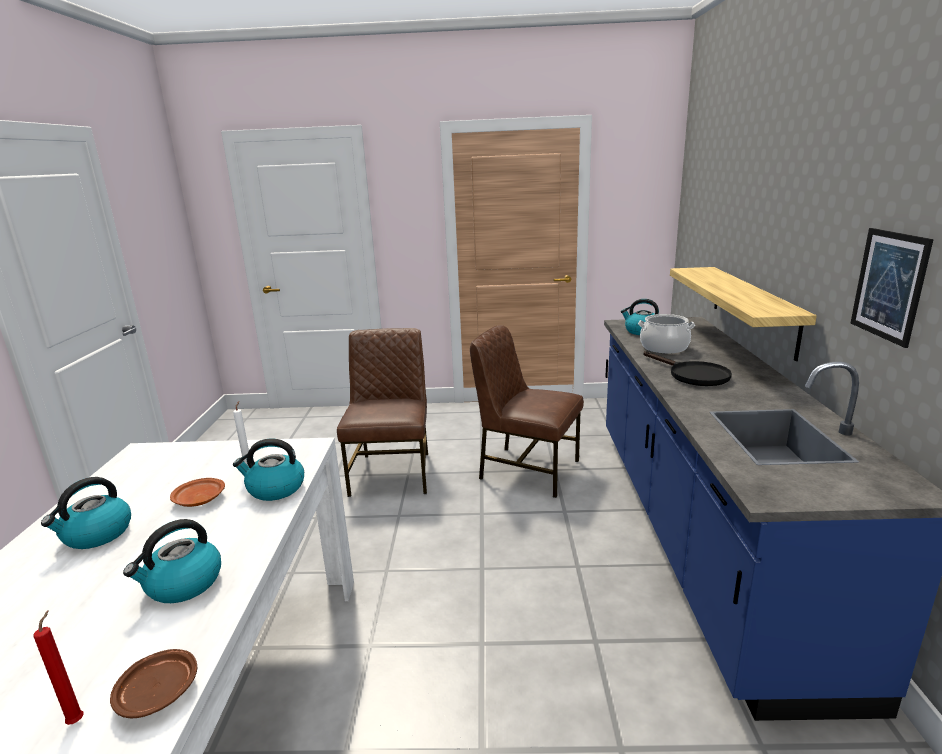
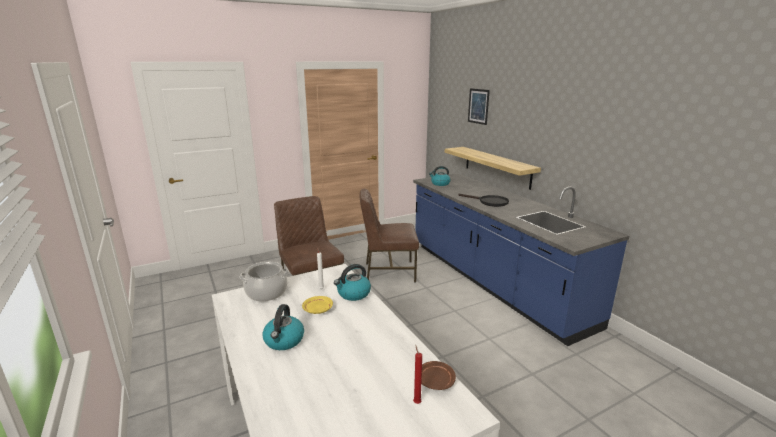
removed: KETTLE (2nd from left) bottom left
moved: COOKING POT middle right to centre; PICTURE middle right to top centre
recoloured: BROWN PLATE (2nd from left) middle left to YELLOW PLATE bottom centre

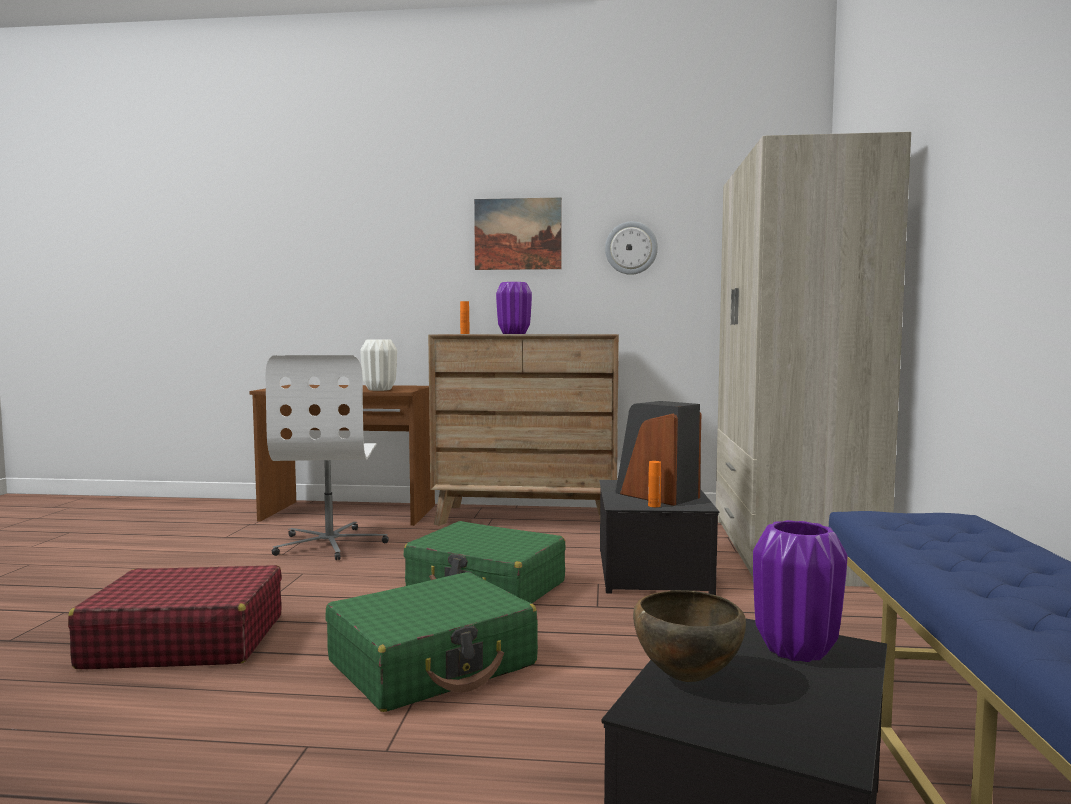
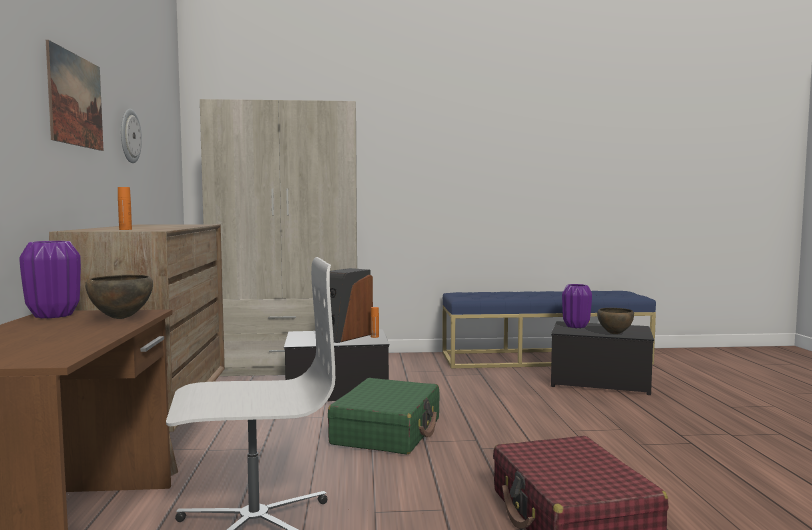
removed: GREEN SUITCASE (1st from left) bottom centre
moved: PURPLE VASE (1st from left) centre to middle left
replaced: WHITE VASE centre to BROWN BOWL (1st from left) middle left

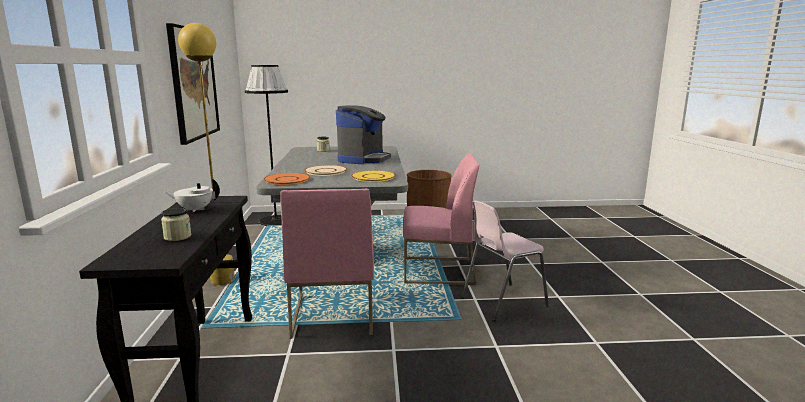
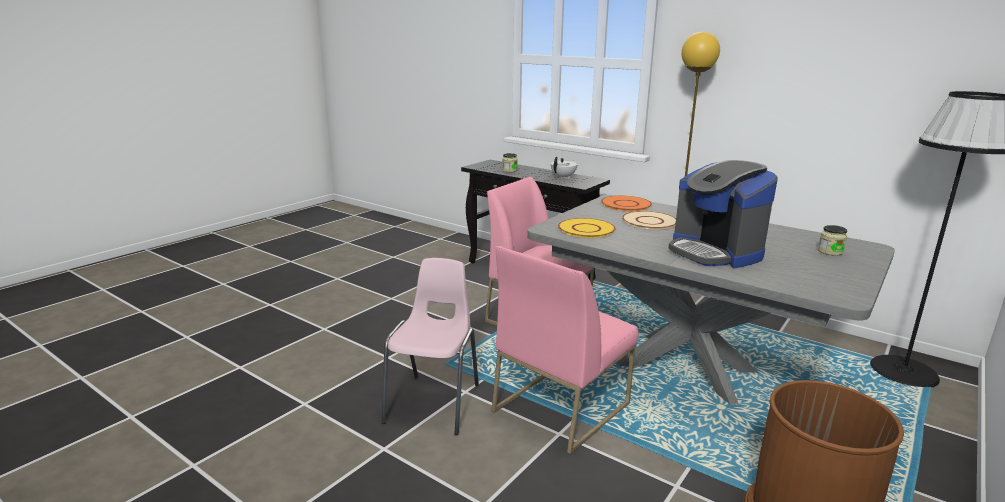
removed: PICTURE top left

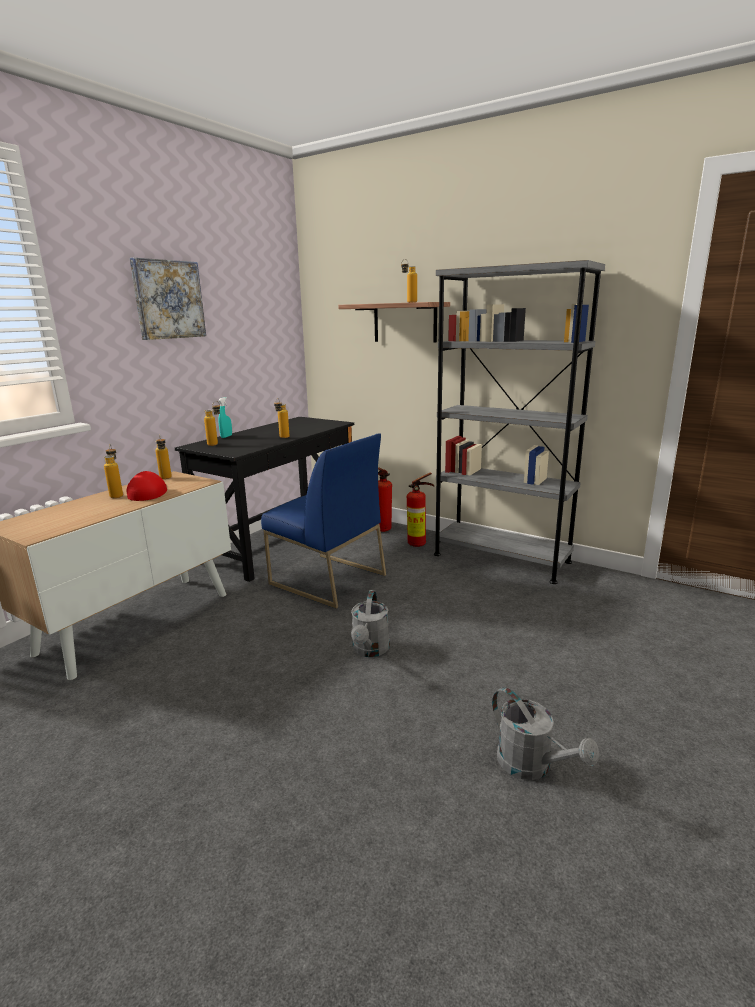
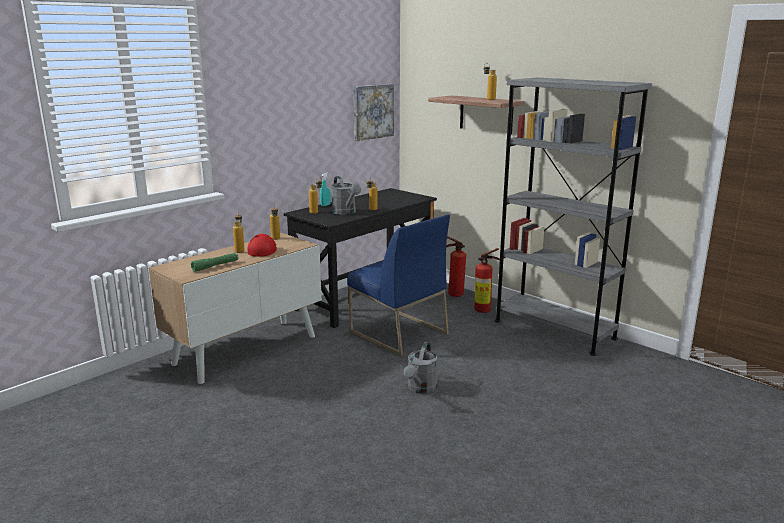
added: GREEN FLASHLIGHT middle left
moved: GREY WATERING CAN (2nd from left in the first image) bottom right to GREY WATERING CAN (1st from left) centre; PICTURE top left to top centre

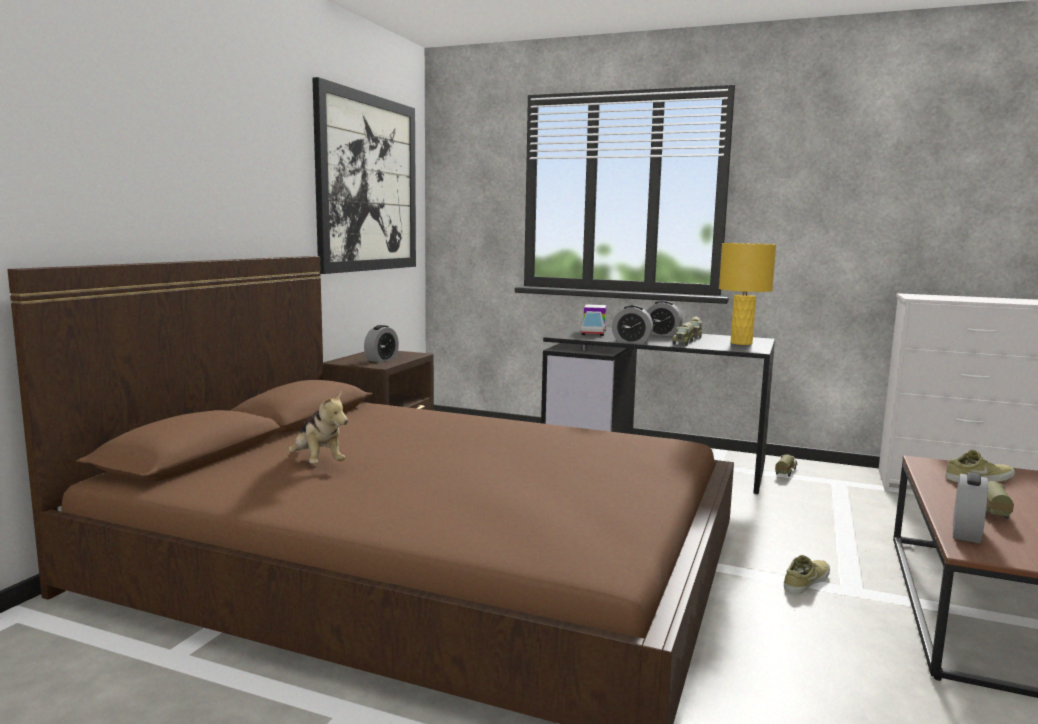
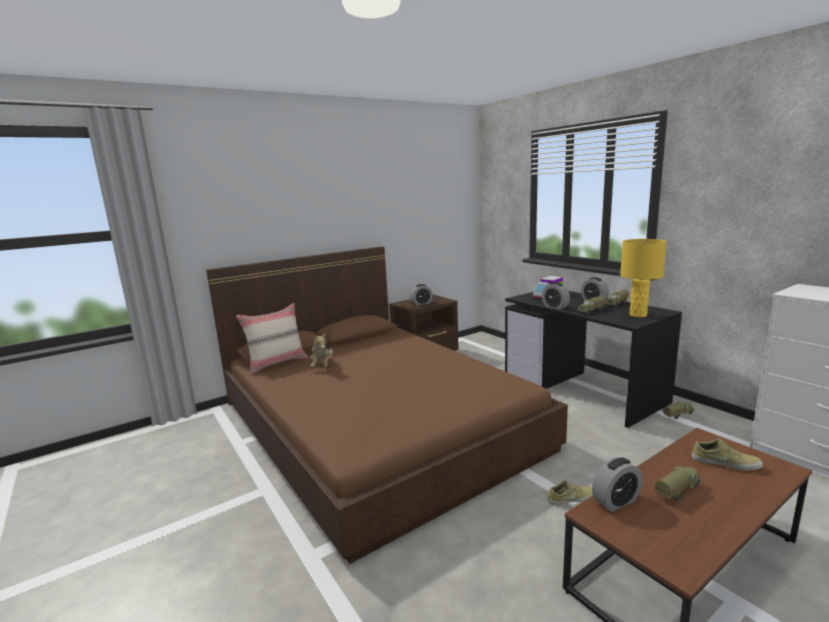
removed: PICTURE top centre
added: BEIGE PILLOW middle left

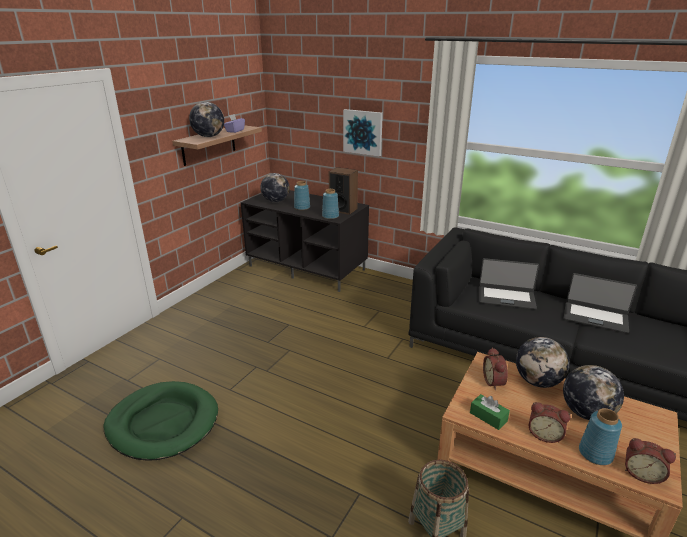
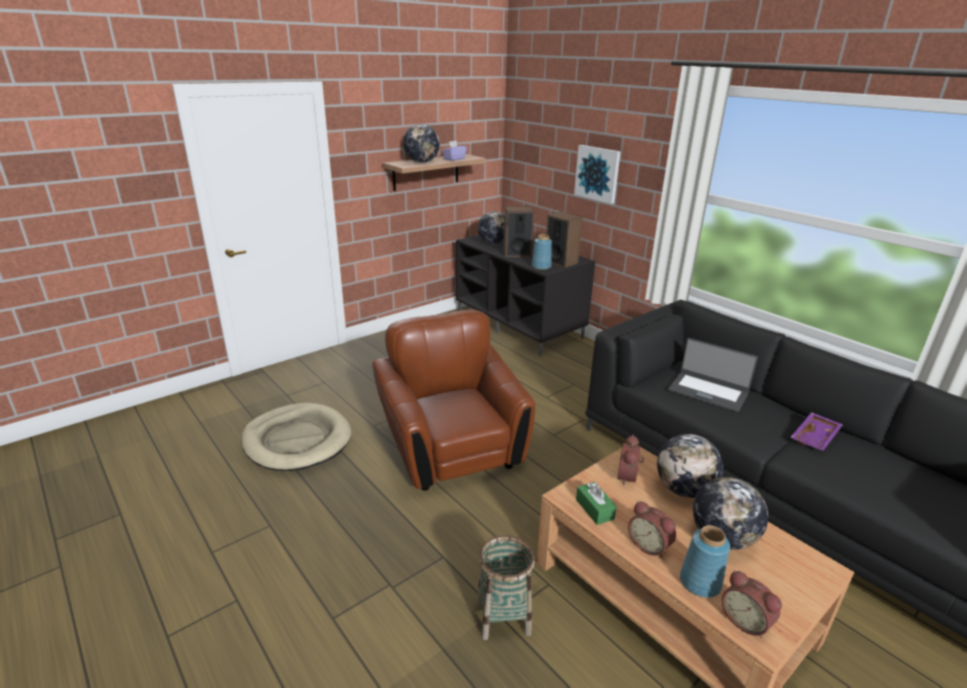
added: BROWN ARMCHAIR centre
replaced: BLUE VASE (1st from left) centre to SPEAKER (1st from left) centre; LAPTOP (2nd from left) middle right to PURPLE TRAY middle right
recoloured: GREEN DOG BED bottom left to BEIGE DOG BED middle left

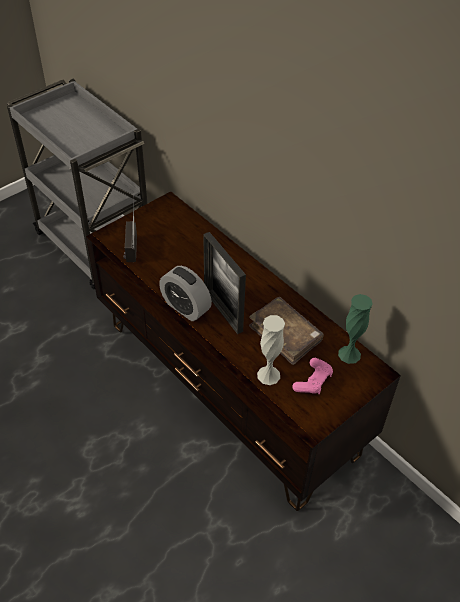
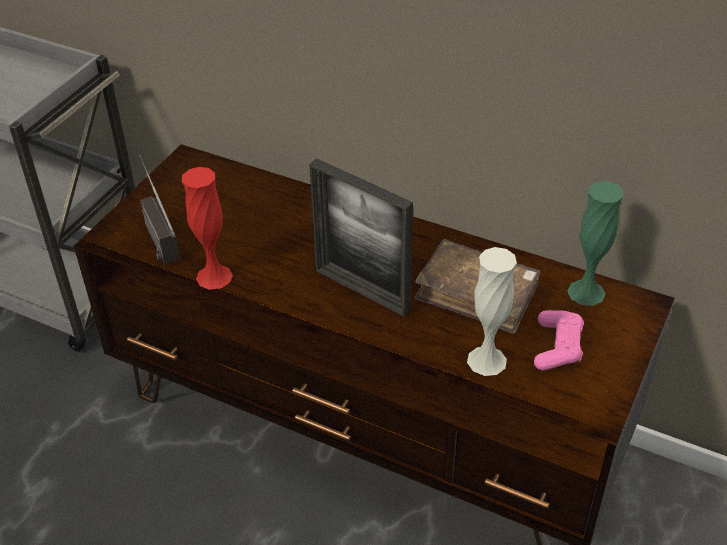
removed: ALARM CLOCK centre
added: RED VASE middle left

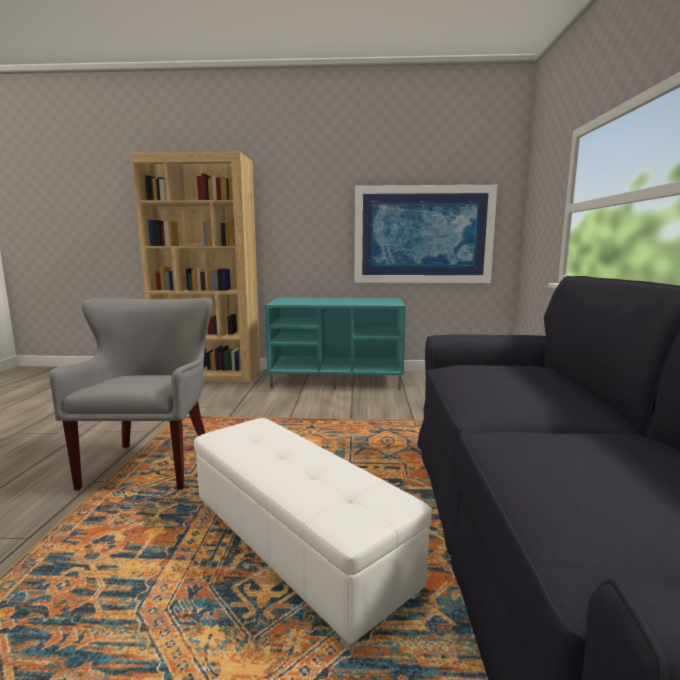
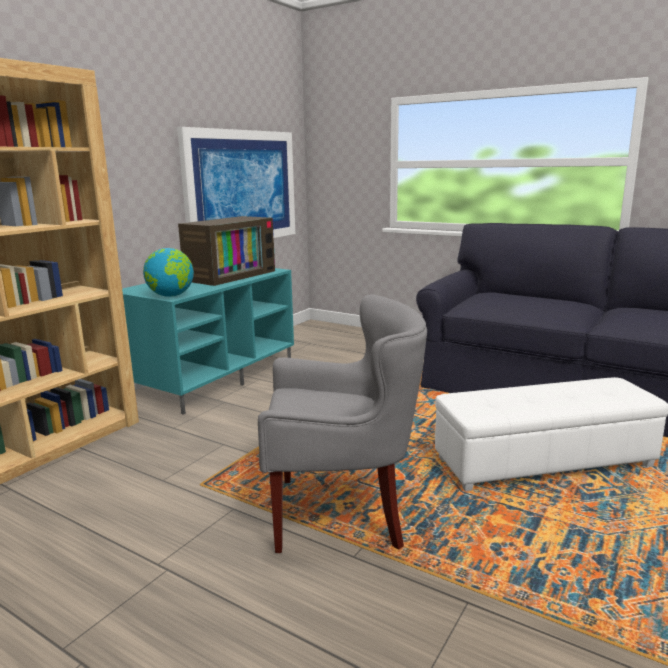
added: GLOBE middle left; TELEVISION centre
turned: GREY ARMCHAIR middle left = centre 150 degrees clockwise

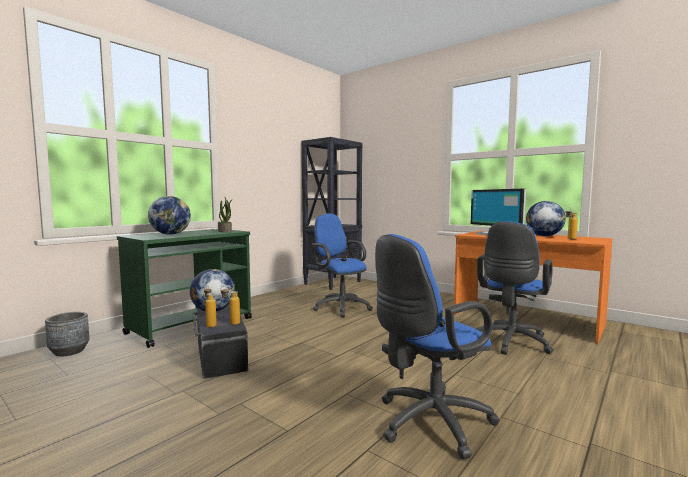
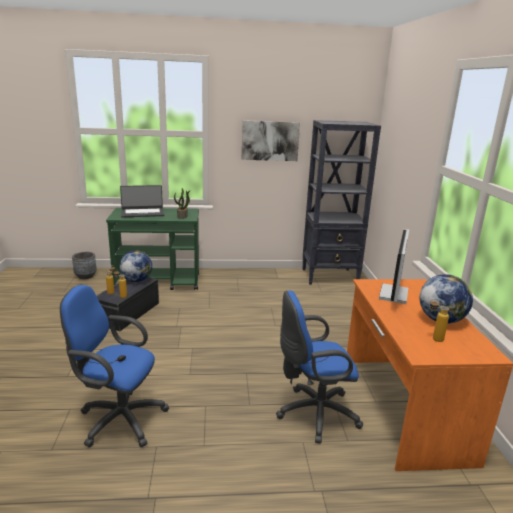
removed: BLUE OFFICE CHAIR (1st from left) centre
added: PICTURE top centre
replaced: GLOBE (1st from left) middle left to LAPTOP middle left

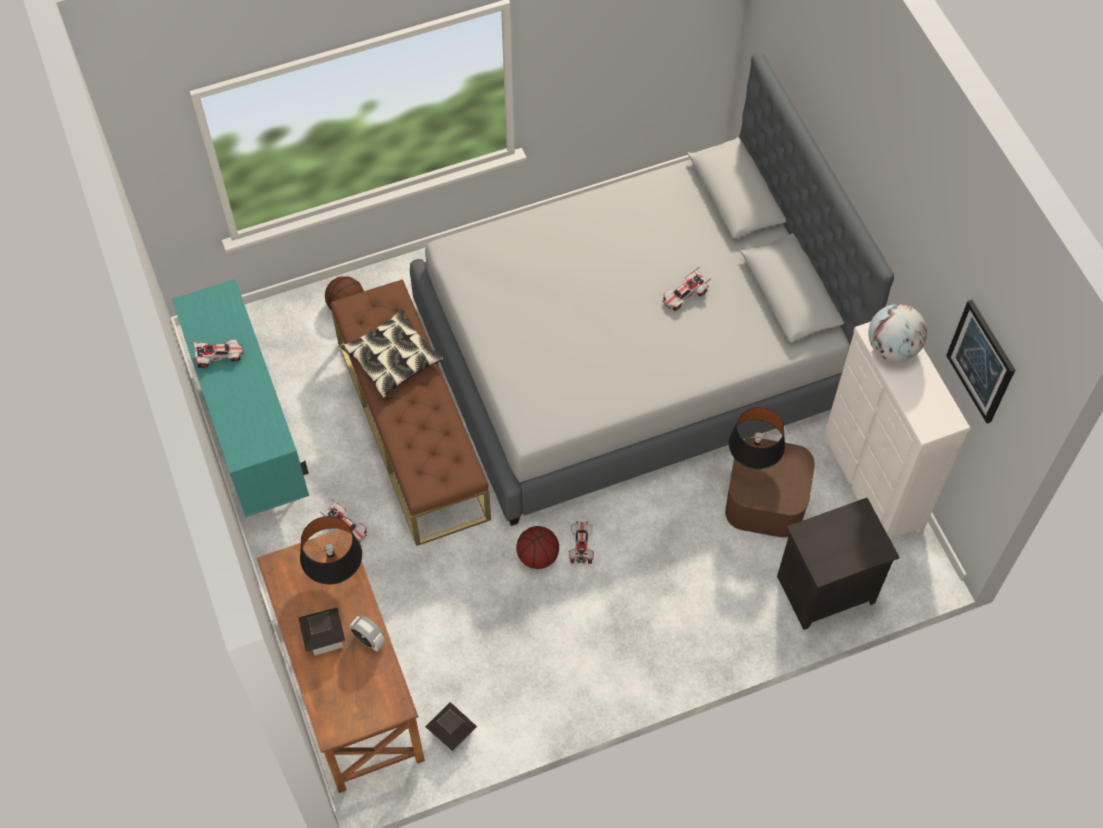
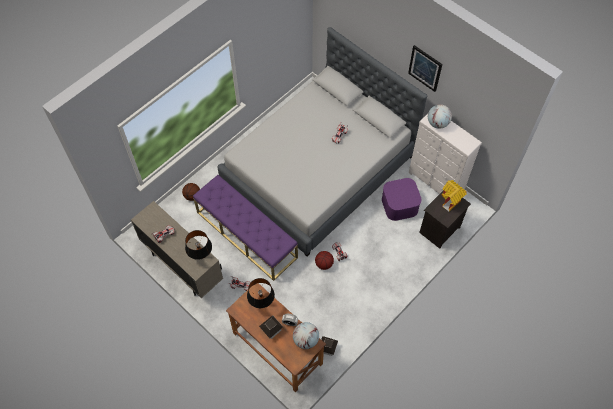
removed: PILLOW centre
added: GLOBE (1st from left) bottom centre; TOY HOUSE (3rd from left) middle right
moved: BLACK TABLE LAMP (2nd from left in the first image) middle right to BLACK TABLE LAMP (1st from left) middle left; PICTURE middle right to top right
recoloured: TURQUOISE CABINET middle left to BEIGE CABINET middle left; BROWN BENCH centre to PURPLE BENCH centre; BROWN STORAGE BOX middle right to PURPLE STORAGE BOX centre

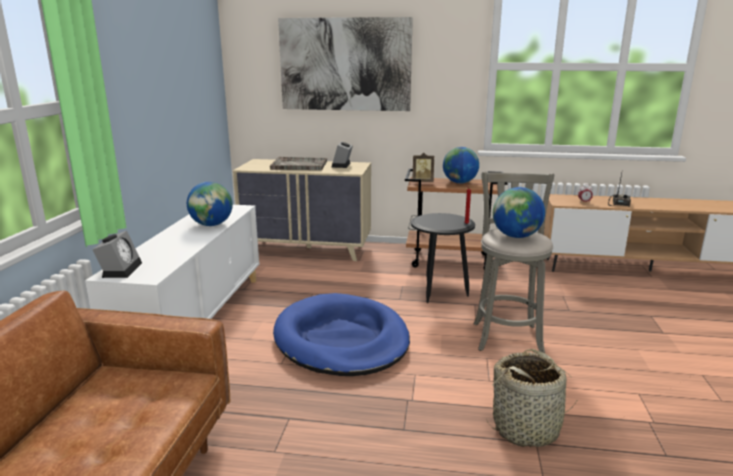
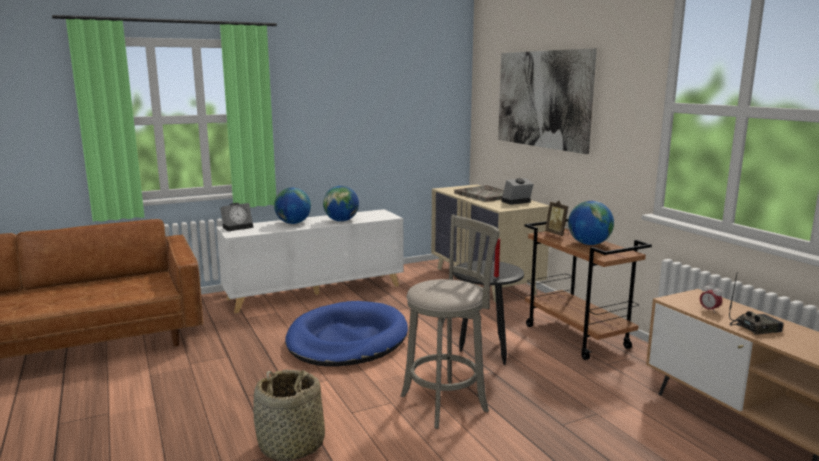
moved: GLOBE (3rd from left in the first image) middle right to GLOBE (1st from left) centre

